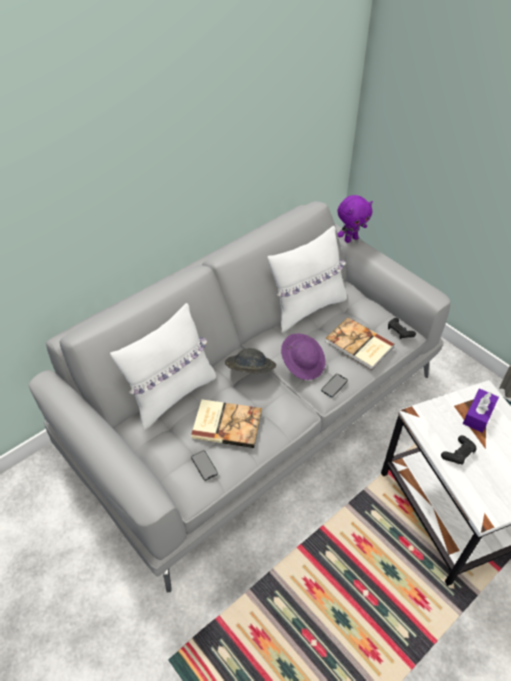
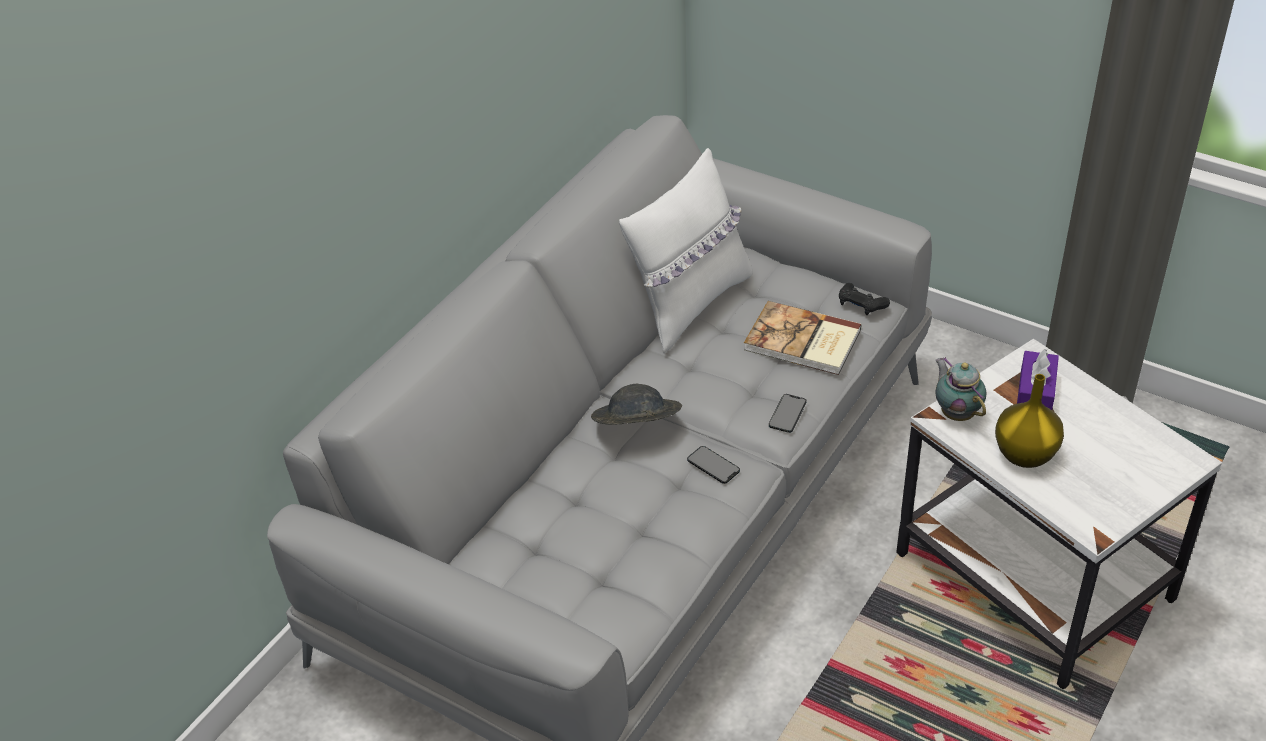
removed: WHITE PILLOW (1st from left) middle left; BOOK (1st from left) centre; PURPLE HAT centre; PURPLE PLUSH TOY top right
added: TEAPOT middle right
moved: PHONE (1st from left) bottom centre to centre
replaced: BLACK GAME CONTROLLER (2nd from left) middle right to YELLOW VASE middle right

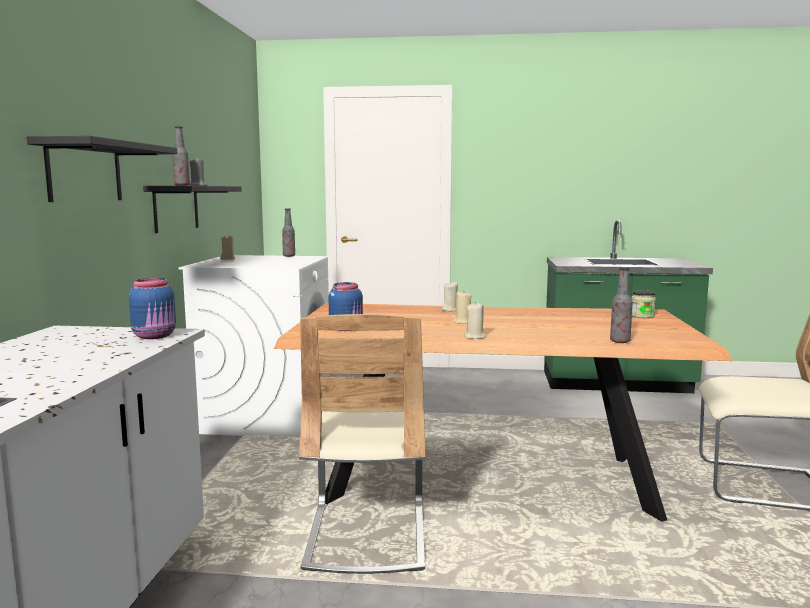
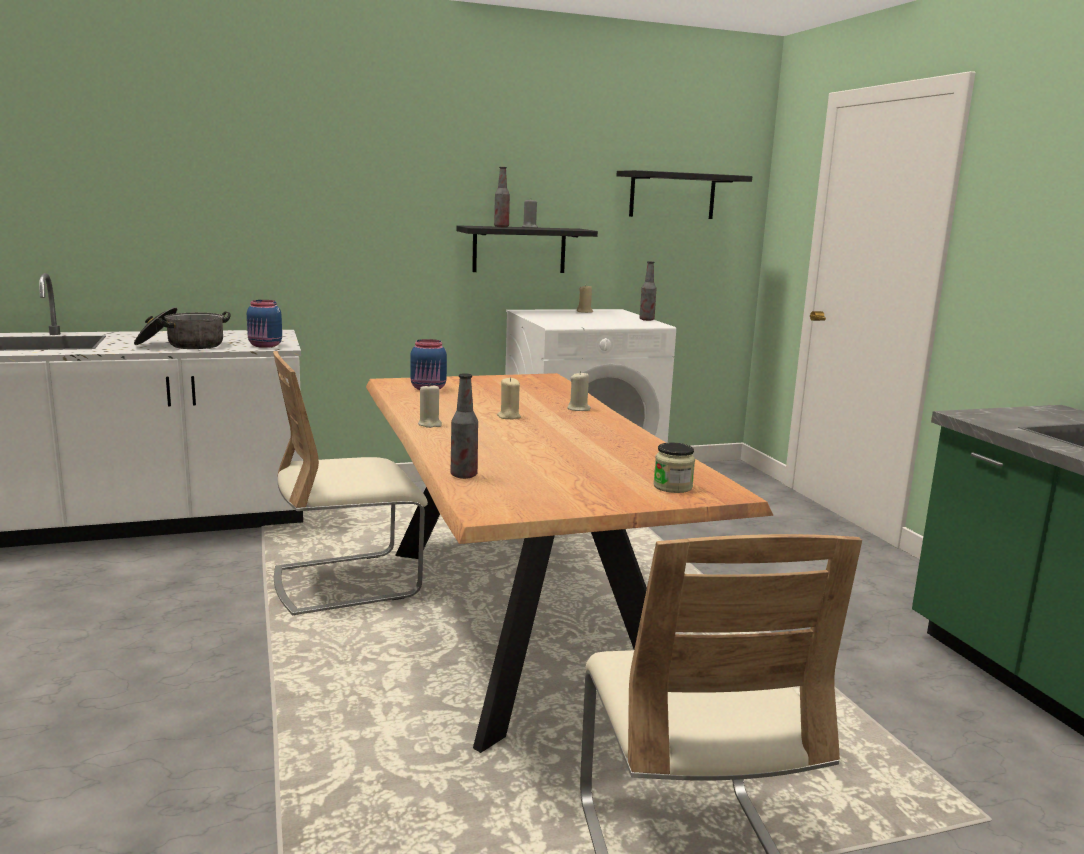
added: COOKING POT middle left
moved: BLACK SHELF (1st from left in the first image) top left to BLACK SHELF (2nd from left) top centre

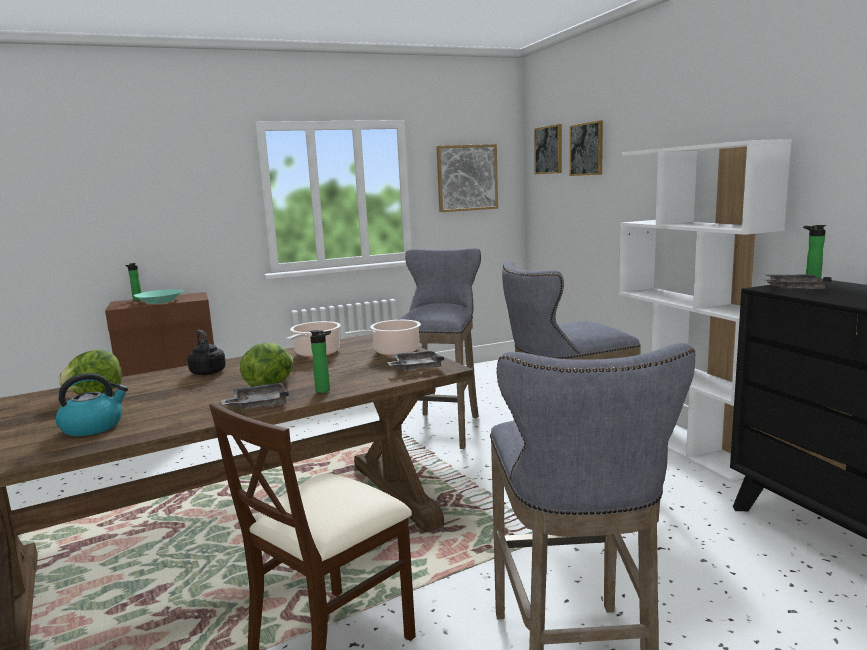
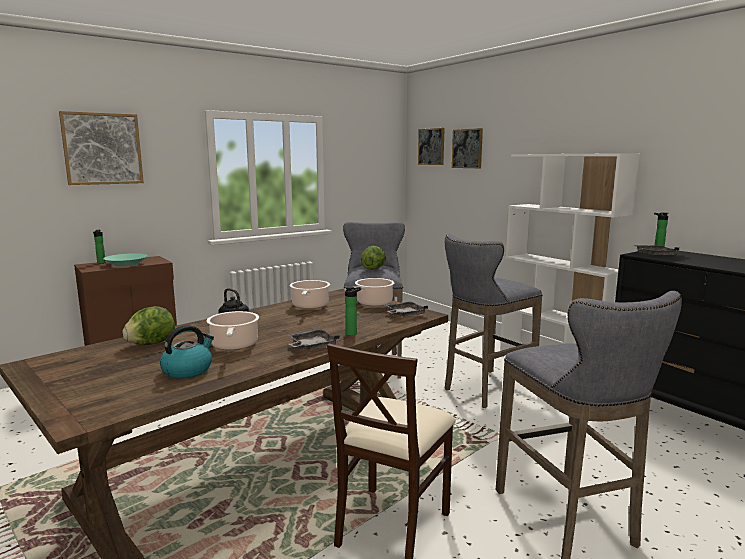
added: COOKING POT (1st from left) middle left
moved: PICTURE (1st from left) top centre to top left; LETTUCE (2nd from left) middle left to centre

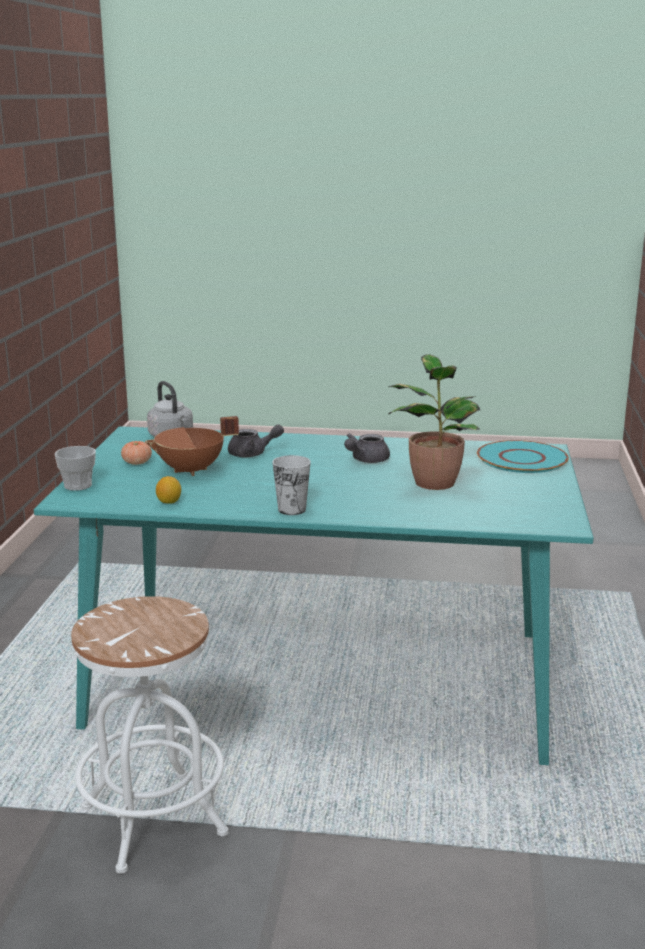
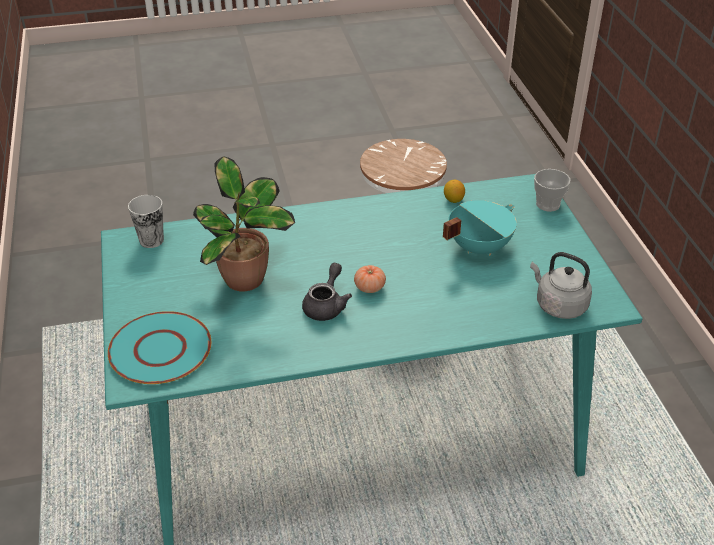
removed: GREY TEAPOT (1st from left) centre
moved: CUP (2nd from left in the first image) centre to CUP (1st from left) middle left; TOMATO middle left to centre
recoloured: BROWN COOKING POT middle left to TURQUOISE COOKING POT middle right

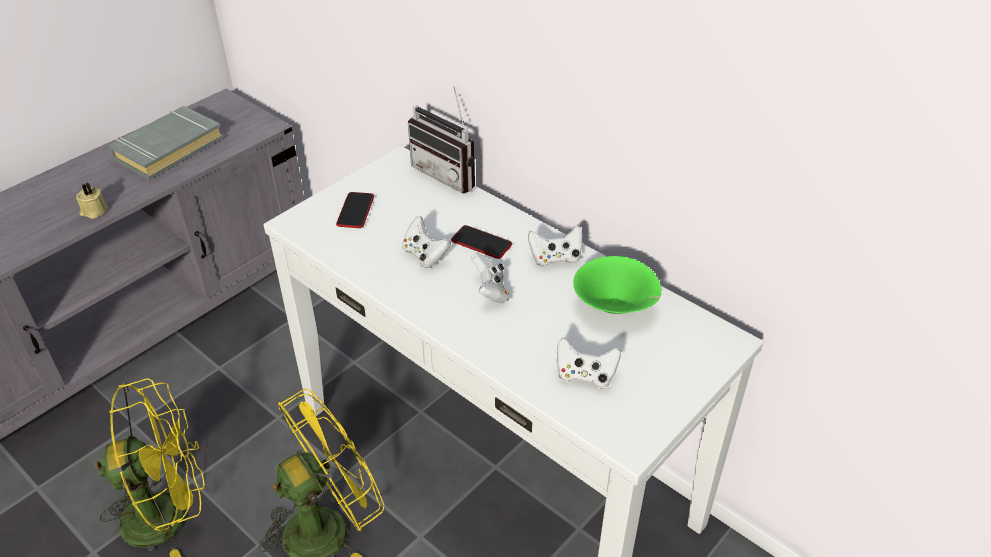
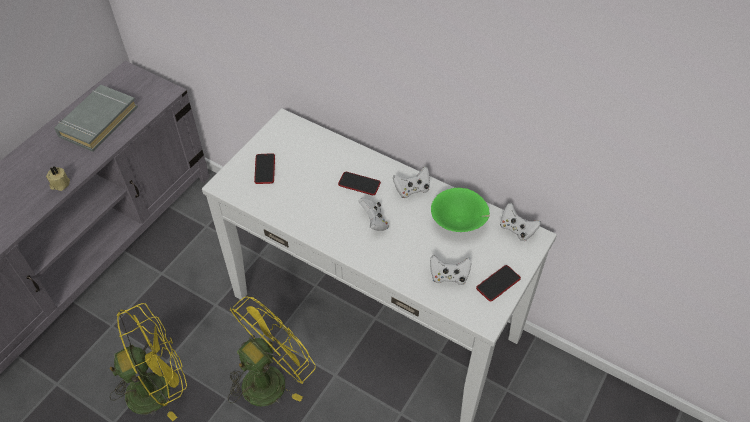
removed: RADIO top centre
added: PHONE (3rd from left) bottom centre
moved: WHITE GAME CONTROLLER (1st from left in the first image) centre to WHITE GAME CONTROLLER (4th from left) middle right

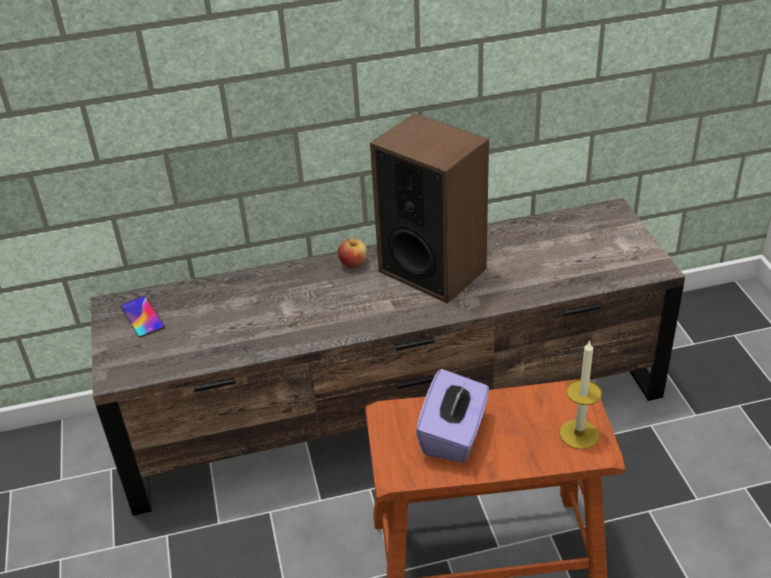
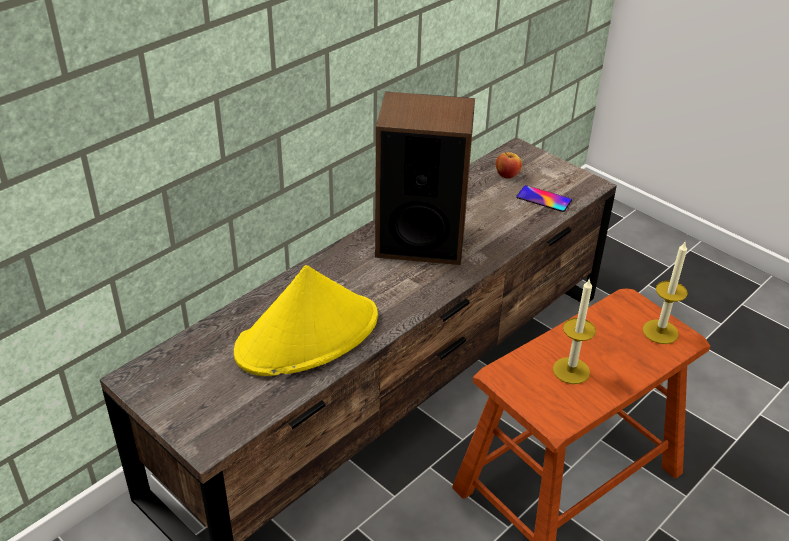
added: YELLOW HAT centre
moved: APPLE centre to top centre; PHONE middle left to middle right
replaced: PURPLE TISSUE BOX bottom centre to CANDLE (1st from left) middle right

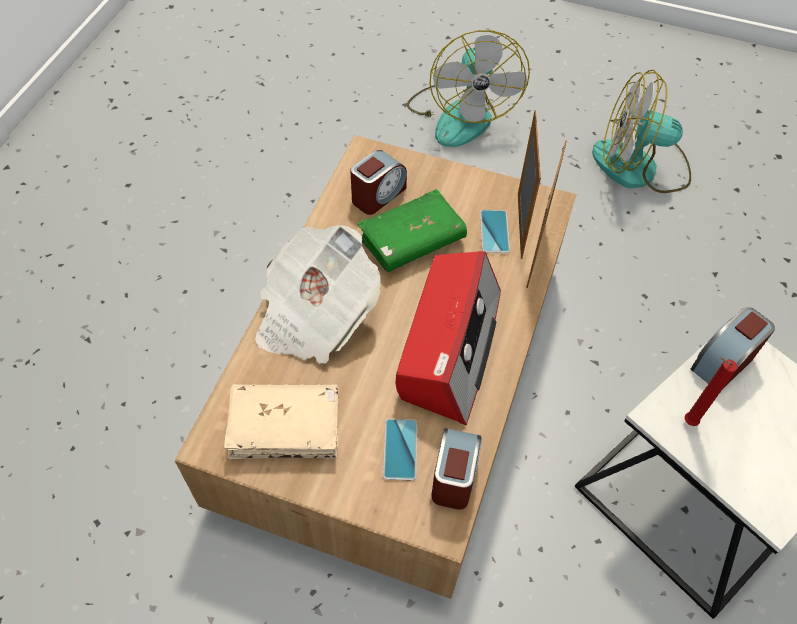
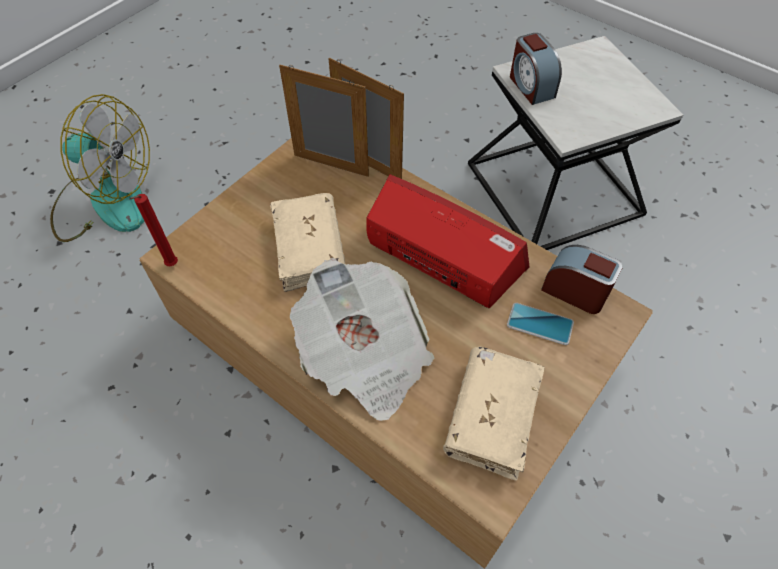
removed: ALARM CLOCK (1st from left) top centre; PHONE (2nd from left) centre; FAN (2nd from left) top right
moved: RED CANDLE middle right to middle left
recoloured: GREEN BOOK centre to BEIGE BOOK (1st from left) centre

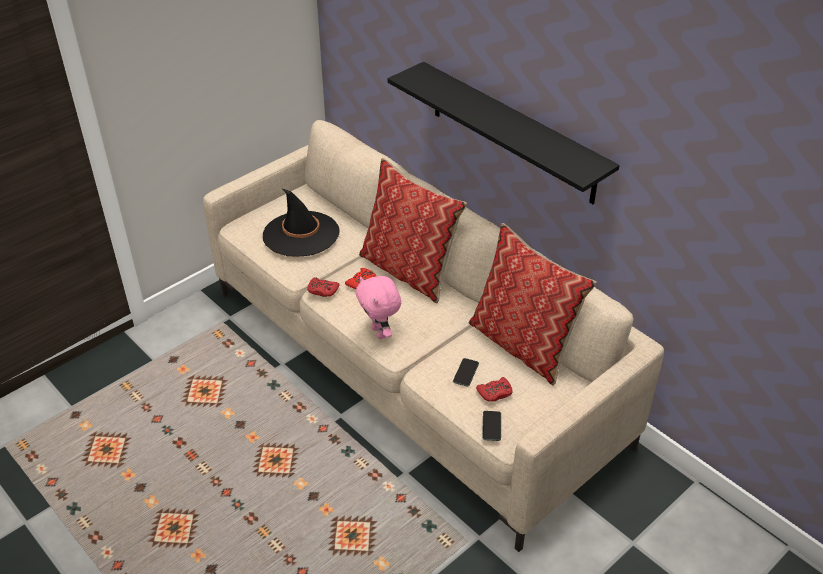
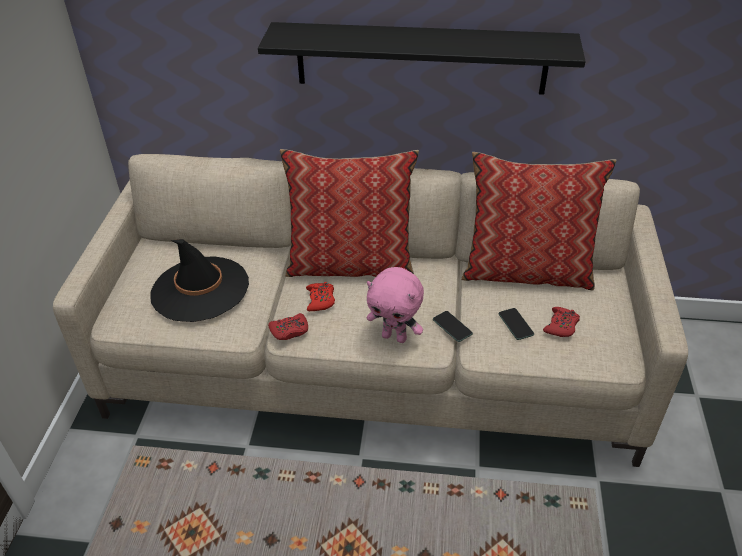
moved: PHONE (2nd from left in the first image) bottom centre to PHONE (1st from left) centre

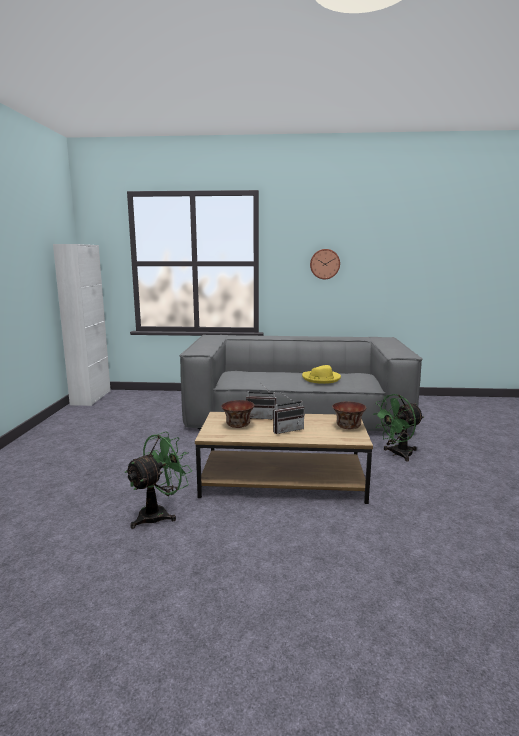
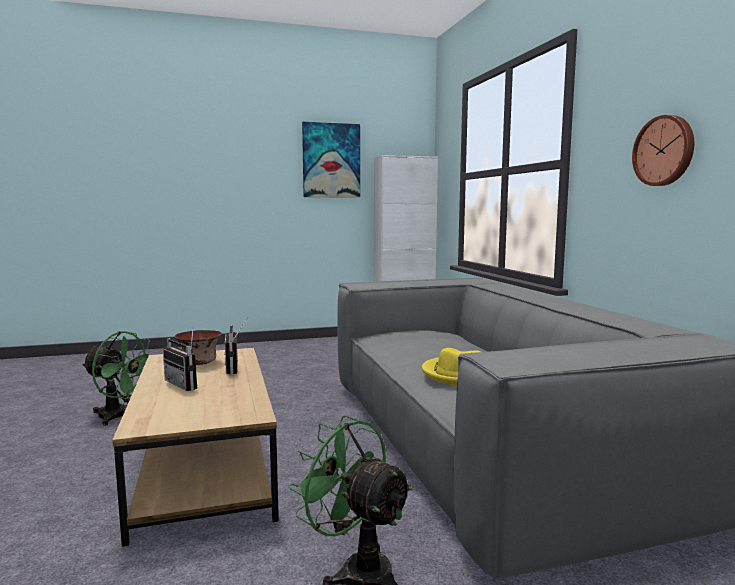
removed: BOWL (2nd from left) middle right
added: PICTURE top centre

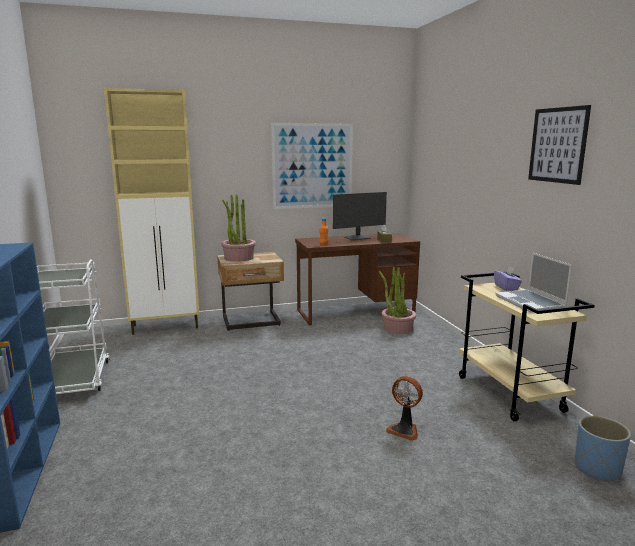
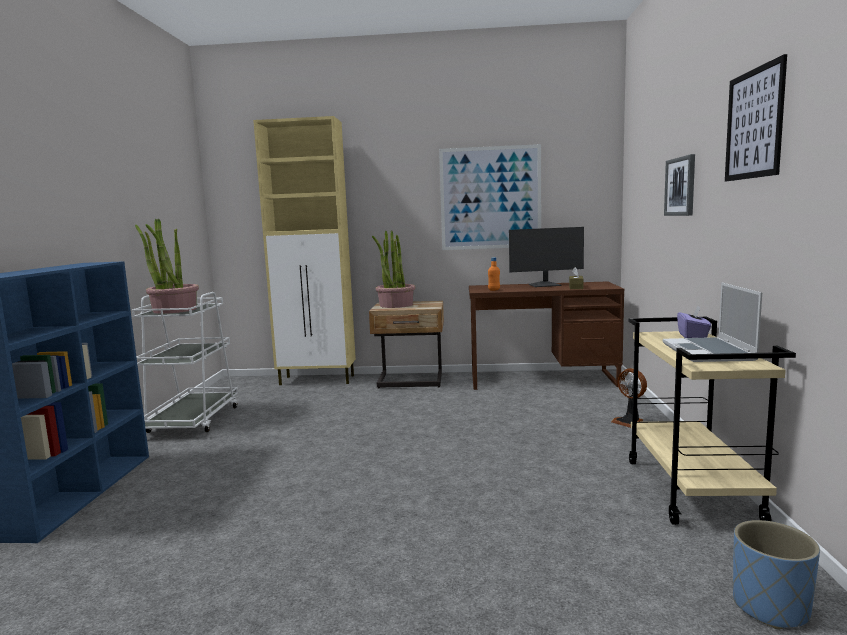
added: PICTURE (2nd from left) top right
moved: POTTED PLANT (2nd from left in the first image) centre to POTTED PLANT (1st from left) middle left; FAN bottom centre to middle right

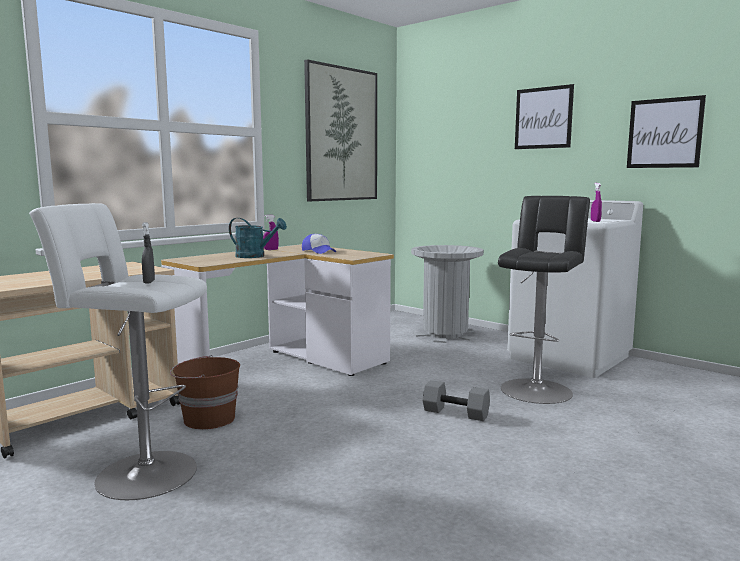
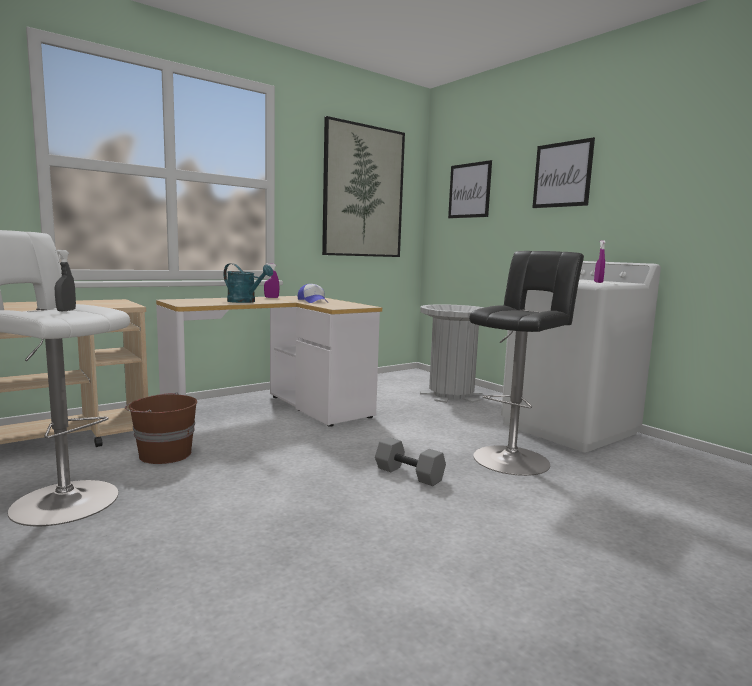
moved: PICTURE (3rd from left in the first image) top right to PICTURE (2nd from left) top centre

